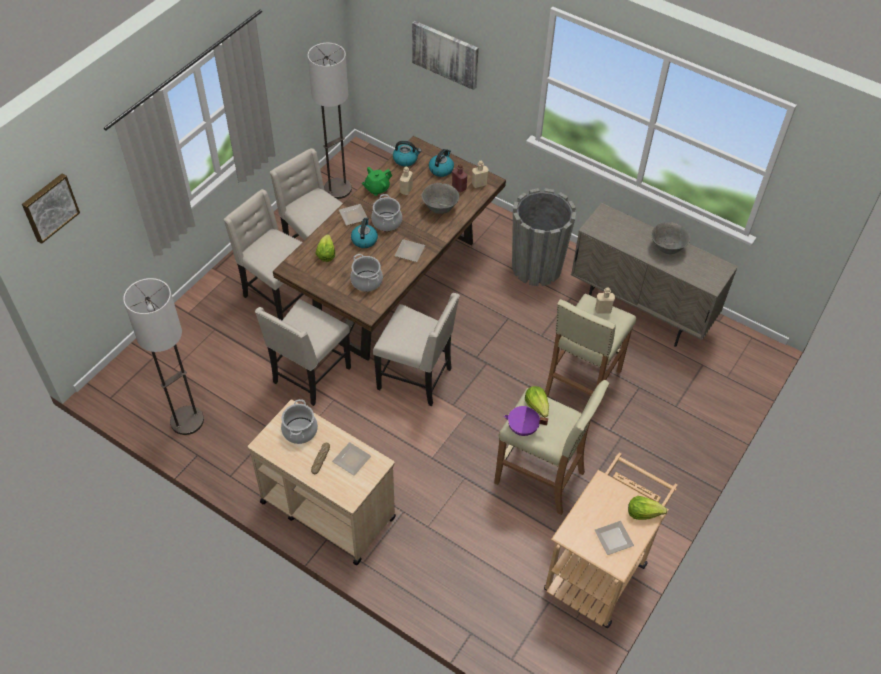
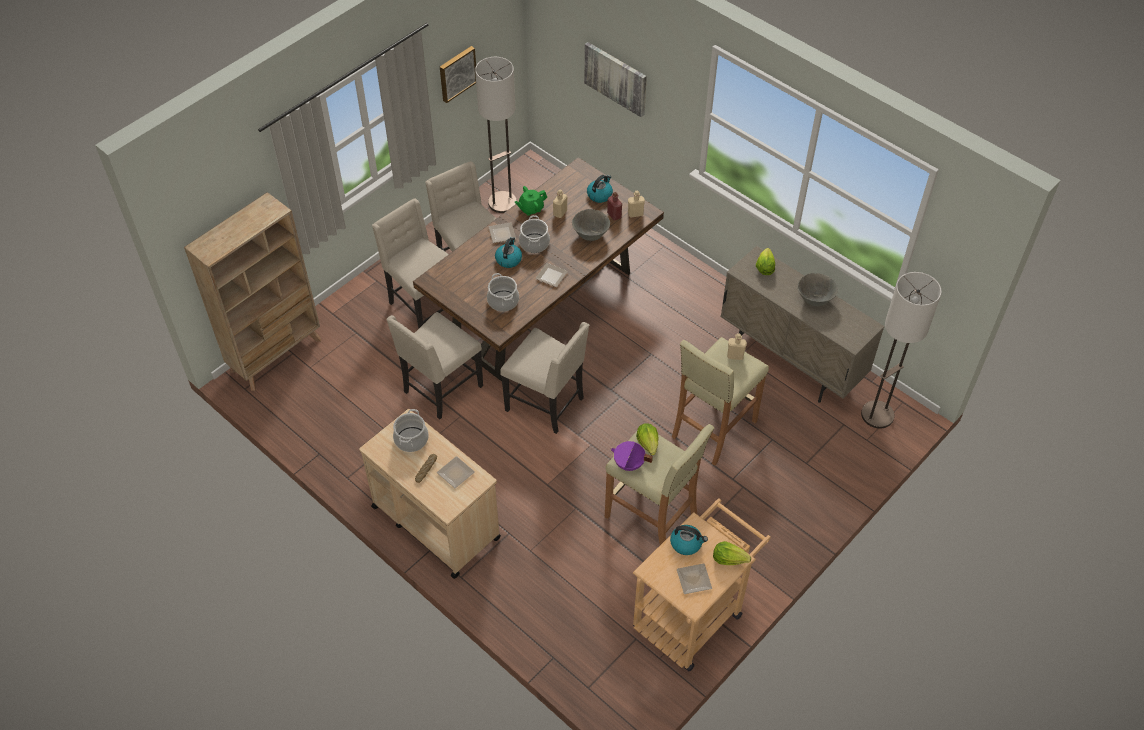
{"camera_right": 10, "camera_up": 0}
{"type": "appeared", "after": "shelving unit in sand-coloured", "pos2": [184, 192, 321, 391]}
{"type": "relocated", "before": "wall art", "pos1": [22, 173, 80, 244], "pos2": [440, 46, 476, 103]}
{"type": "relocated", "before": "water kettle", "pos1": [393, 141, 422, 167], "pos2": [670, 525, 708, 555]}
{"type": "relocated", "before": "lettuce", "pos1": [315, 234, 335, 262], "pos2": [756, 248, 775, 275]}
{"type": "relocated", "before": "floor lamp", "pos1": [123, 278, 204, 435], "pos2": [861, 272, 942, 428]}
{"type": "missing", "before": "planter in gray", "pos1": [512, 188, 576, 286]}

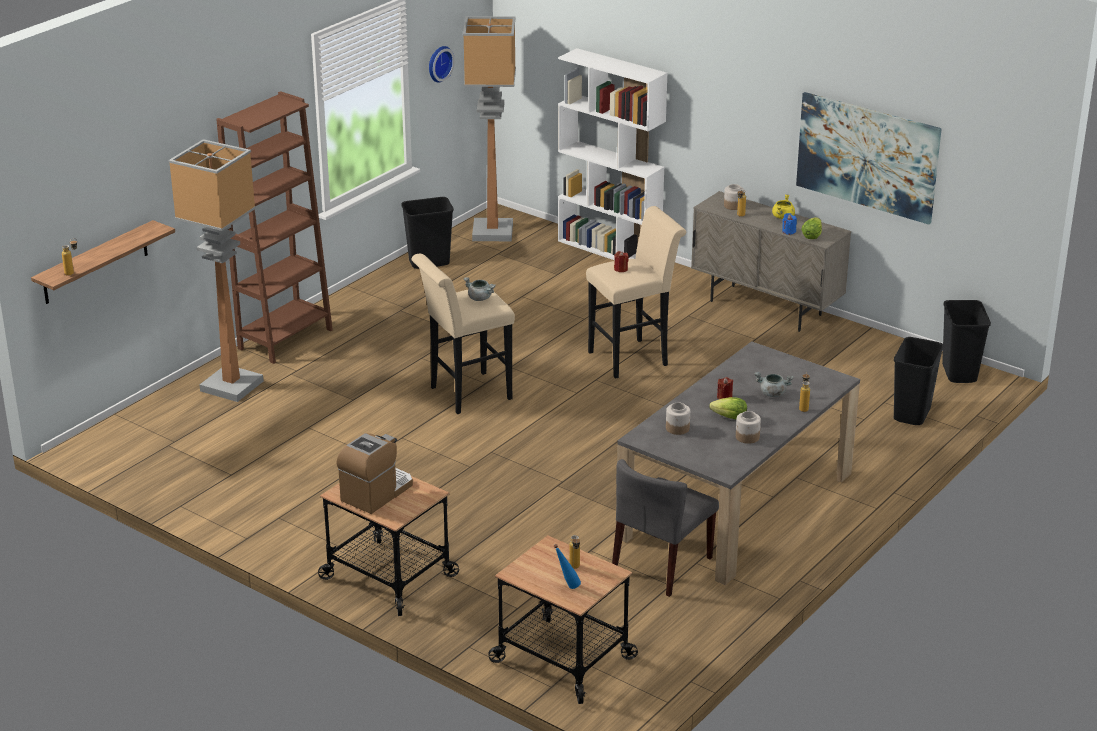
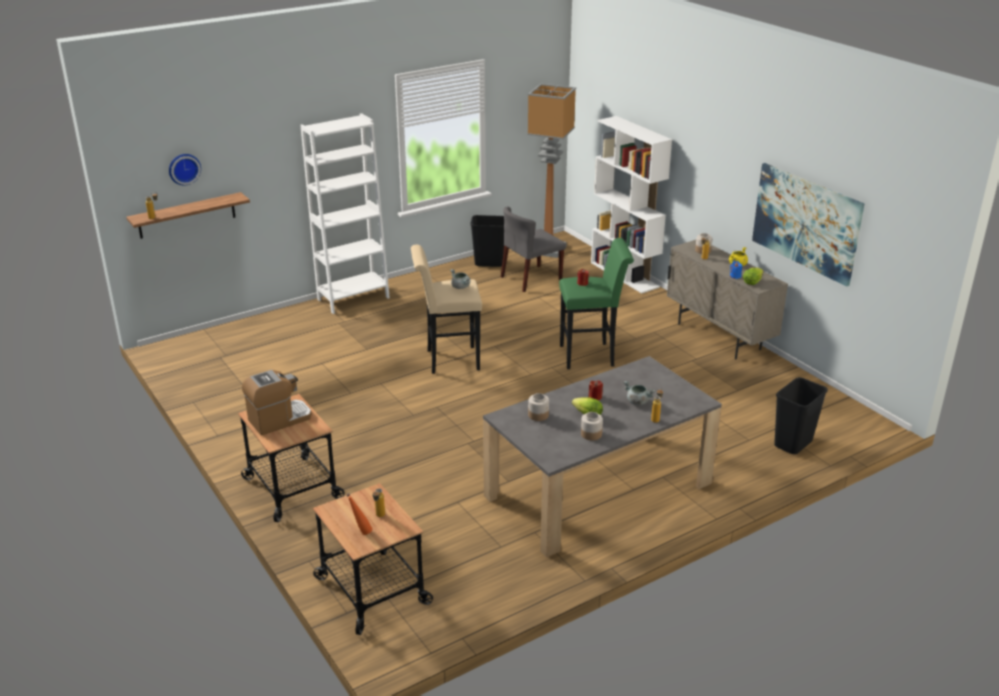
{"camera_right": 20, "camera_up": 0}
{"type": "relocated", "before": "clock on the wall", "pos1": [429, 46, 455, 83], "pos2": [169, 154, 201, 186]}
{"type": "colour", "before": "shelving unit in brown-coloured", "after": "shelving unit in white-coloured", "pos1": [216, 91, 333, 364], "pos2": [301, 113, 390, 314]}
{"type": "colour", "before": "bottle in blue", "after": "bottle in orange-coloured", "pos1": [554, 544, 581, 589], "pos2": [347, 493, 373, 535]}
{"type": "relocated", "before": "chair in gray", "pos1": [612, 459, 719, 597], "pos2": [501, 206, 566, 292]}
{"type": "colour", "before": "stool in sand-coloured", "after": "stool in greenish", "pos1": [586, 206, 686, 379], "pos2": [559, 238, 634, 369]}
{"type": "missing", "before": "floor lamp", "pos1": [168, 139, 264, 402]}
{"type": "missing", "before": "trash can in black-coloured", "pos1": [942, 300, 991, 383]}

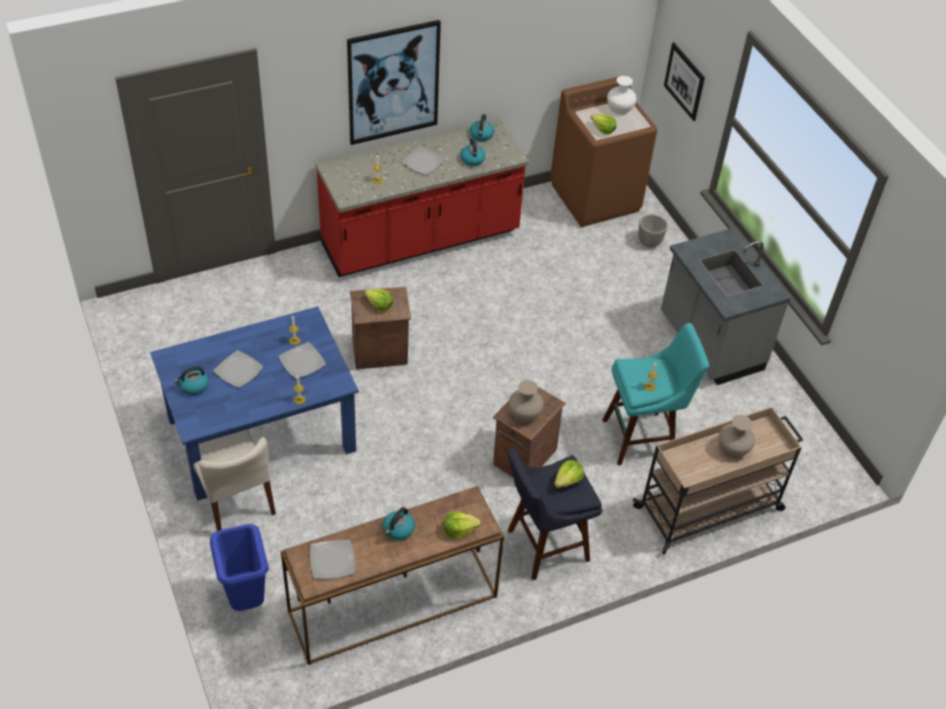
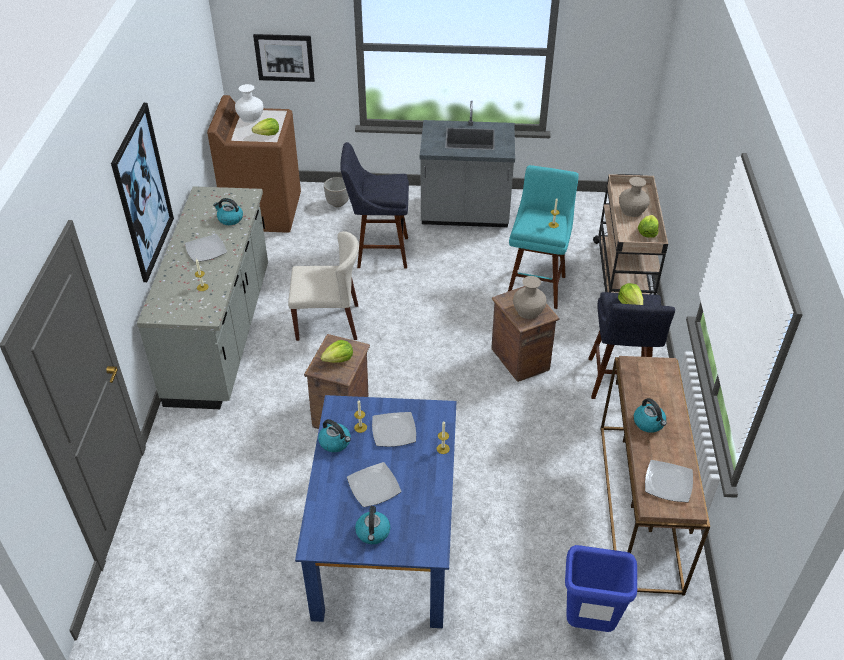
{"camera_right": -60, "camera_up": -5}
{"type": "colour", "before": "kitchen counter in red-coloured", "after": "kitchen counter in gray", "pos1": [315, 119, 529, 277], "pos2": [137, 186, 268, 409]}
{"type": "relocated", "before": "chair in sand-coloured", "pos1": [185, 429, 276, 531], "pos2": [288, 231, 359, 341]}
{"type": "relocated", "before": "water kettle", "pos1": [470, 114, 494, 141], "pos2": [318, 419, 351, 452]}
{"type": "appeared", "after": "stool in blue", "pos2": [340, 142, 409, 268]}
{"type": "relocated", "before": "lettuce", "pos1": [444, 512, 481, 539], "pos2": [638, 215, 659, 238]}

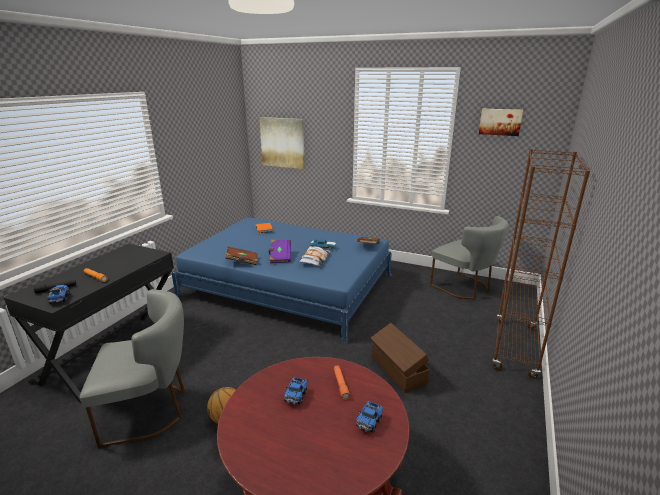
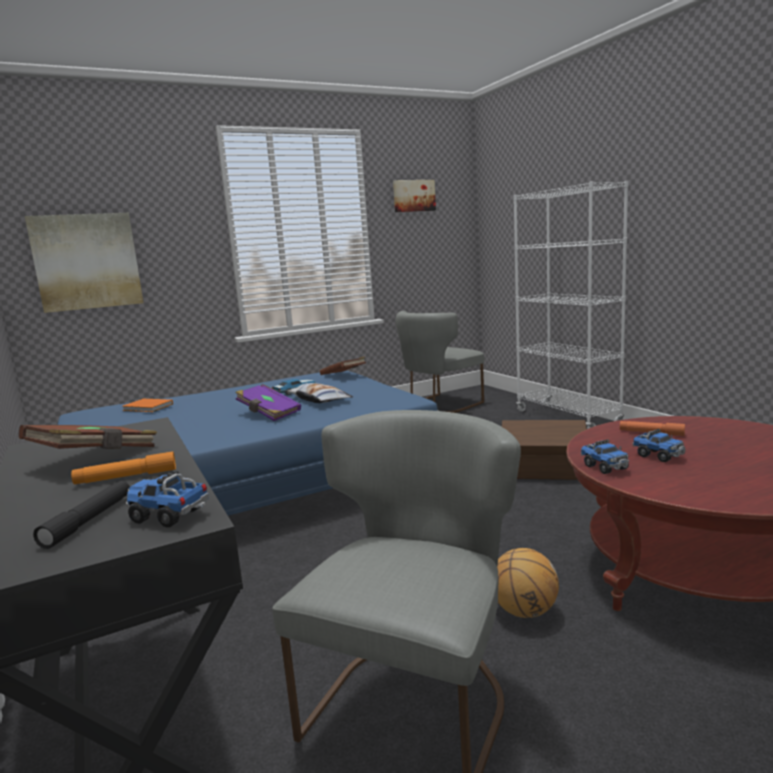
{"camera_right": -50, "camera_up": -10}
{"type": "relocated", "before": "bound book in brown-coloured", "pos1": [225, 247, 258, 265], "pos2": [19, 425, 157, 449]}
{"type": "spun", "before": "chair in gray", "pos1": [430, 216, 509, 300], "pos2": [396, 311, 484, 413], "turn": 135}
{"type": "colour", "before": "shelving unit in brown-coloured", "after": "shelving unit in white-coloured", "pos1": [492, 149, 590, 379], "pos2": [513, 181, 628, 429]}
{"type": "relocated", "before": "toy lorry", "pos1": [356, 401, 383, 433], "pos2": [581, 439, 629, 474]}

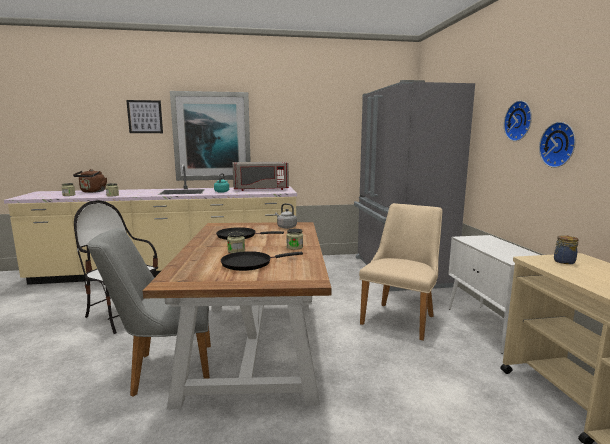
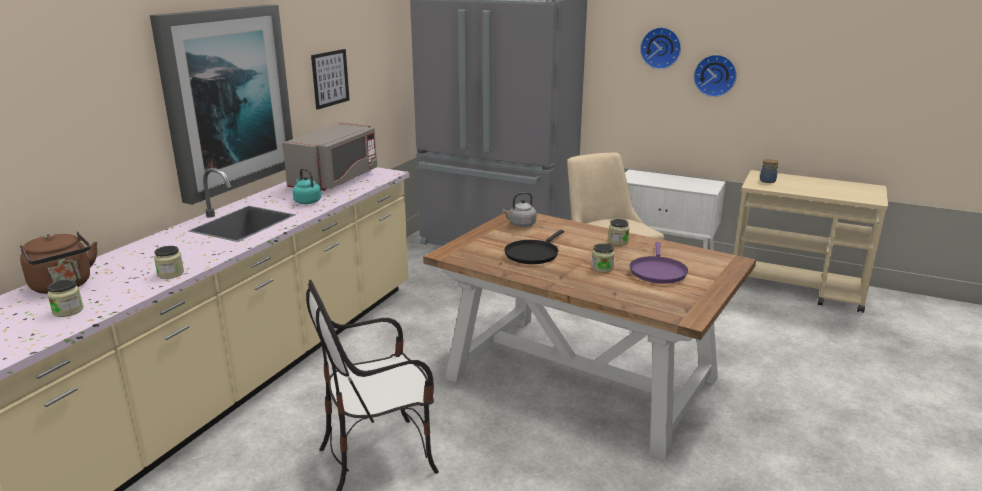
{"camera_right": -55, "camera_up": 10}
{"type": "relocated", "before": "wall art", "pos1": [126, 100, 163, 133], "pos2": [311, 49, 350, 110]}
{"type": "colour", "before": "skillet in black-coloured", "after": "skillet in purple-coloured", "pos1": [221, 251, 303, 271], "pos2": [630, 242, 688, 284]}
{"type": "missing", "before": "chair in gray", "pos1": [87, 228, 211, 397]}

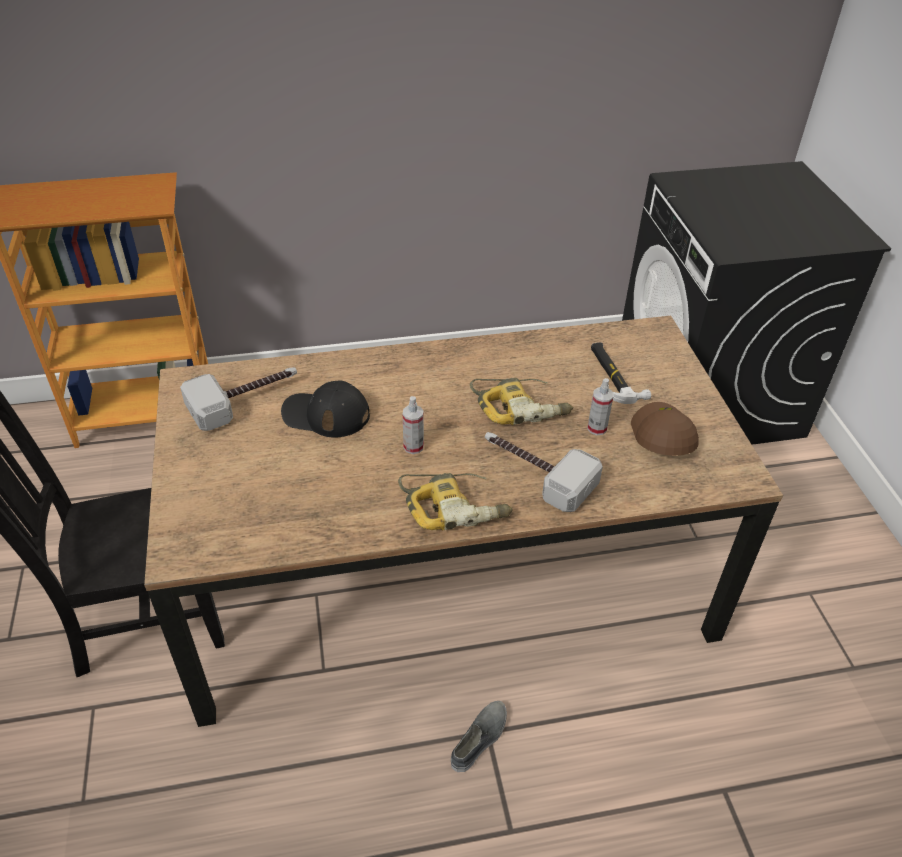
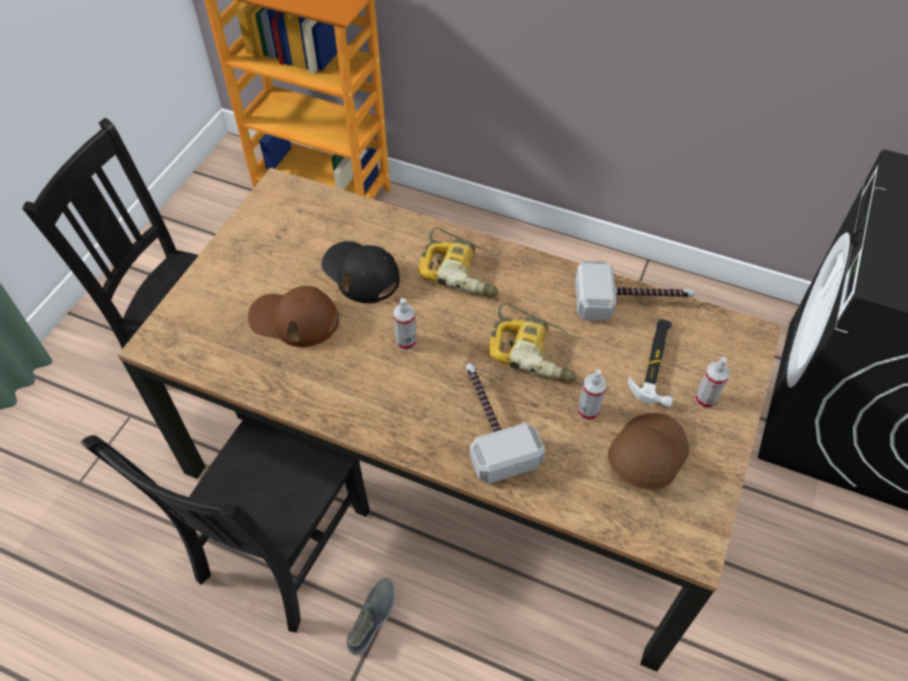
{"camera_right": 35, "camera_up": 10}
{"type": "appeared", "after": "chair in black-coloured", "pos2": [81, 416, 370, 633]}
{"type": "appeared", "after": "peaked cap in brown-coloured", "pos2": [248, 285, 339, 347]}
{"type": "spun", "before": "low shoe in gray", "pos1": [451, 701, 507, 772], "pos2": [347, 577, 396, 655], "turn": -45}
{"type": "relocated", "before": "electric drill", "pos1": [398, 473, 513, 530], "pos2": [419, 227, 499, 297]}
{"type": "relocated", "before": "tool hammer", "pos1": [180, 367, 297, 431], "pos2": [575, 261, 695, 321]}
{"type": "appeared", "after": "sprayer", "pos2": [695, 357, 730, 409]}

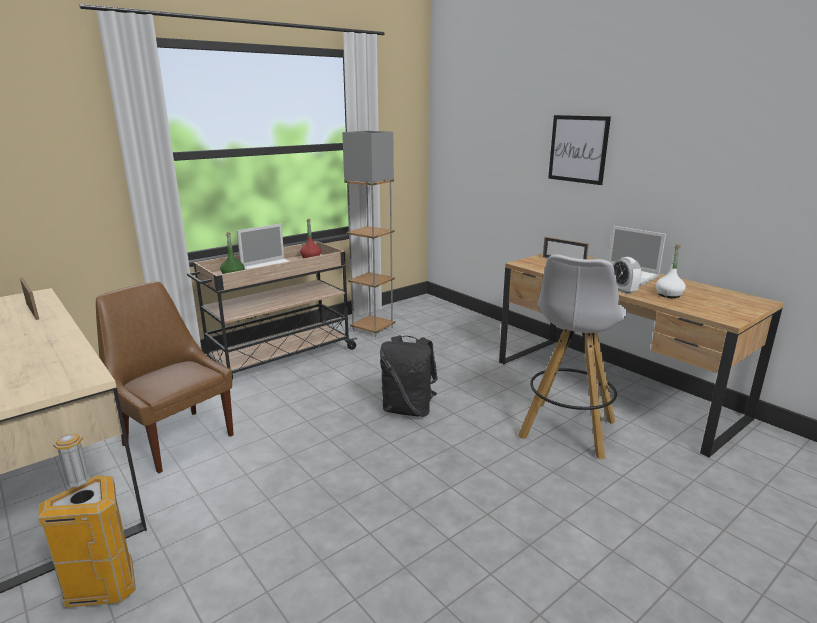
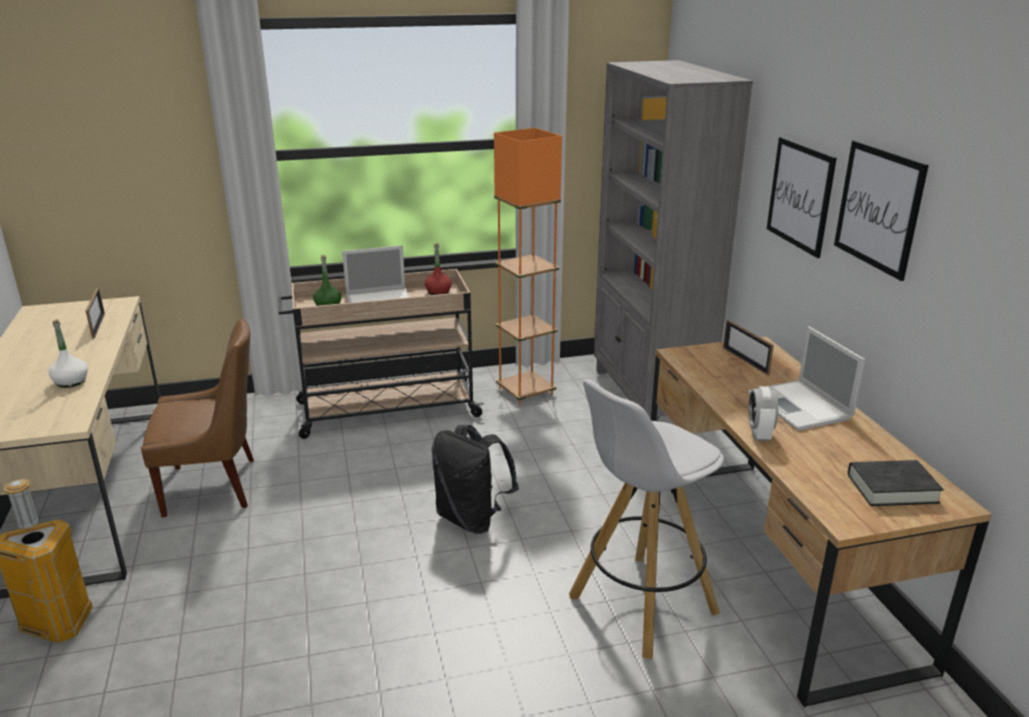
{"camera_right": 25, "camera_up": 5}
{"type": "relocated", "before": "bottle in white-coloured", "pos1": [656, 244, 686, 298], "pos2": [49, 320, 88, 388]}
{"type": "spun", "before": "chair in brown-coloured", "pos1": [96, 282, 234, 474], "pos2": [141, 318, 254, 517], "turn": 105}
{"type": "colour", "before": "floor lamp in gray", "after": "floor lamp in orange-coloured", "pos1": [342, 131, 395, 337], "pos2": [494, 128, 562, 405]}
{"type": "appeared", "after": "shelving unit in gray", "pos2": [594, 60, 753, 421]}
{"type": "appeared", "after": "wall art", "pos2": [834, 140, 929, 281]}
{"type": "appeared", "after": "bound book in black-coloured", "pos2": [848, 460, 944, 506]}

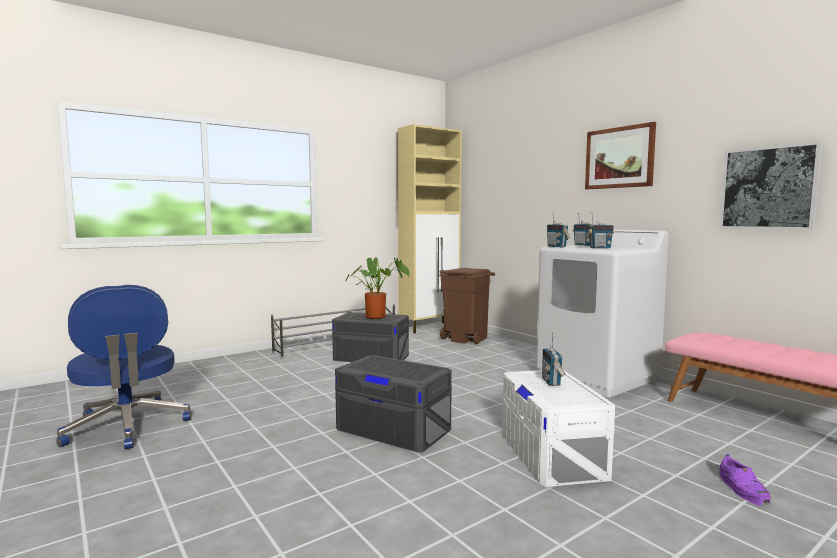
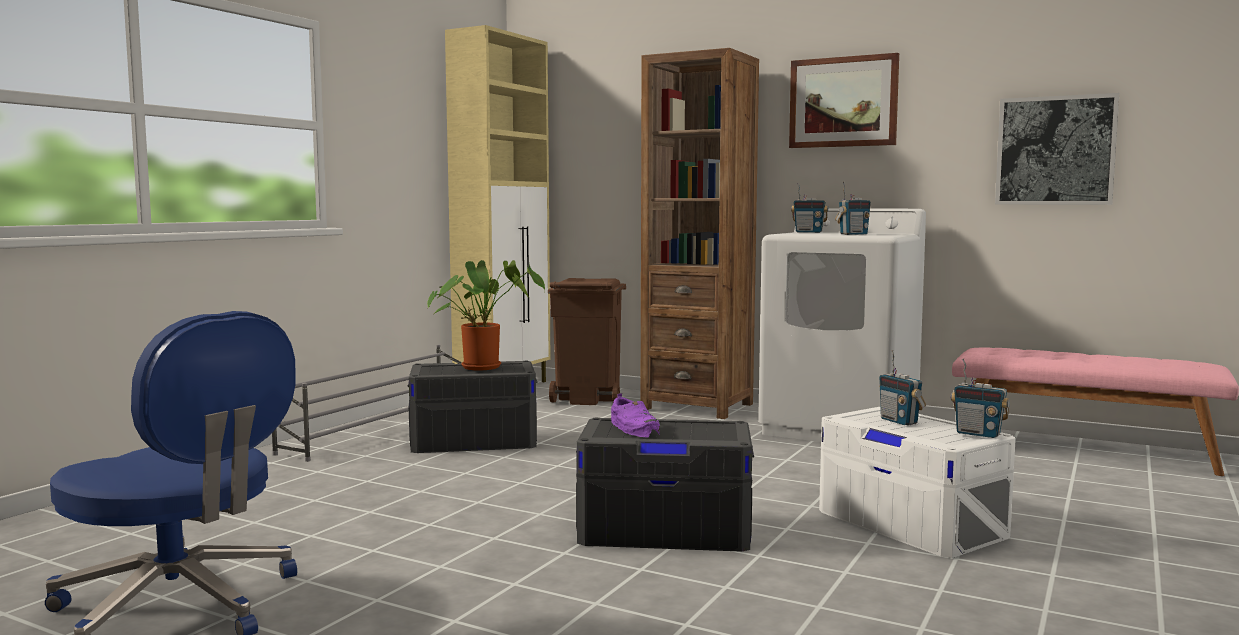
{"camera_right": -25, "camera_up": 0}
{"type": "relocated", "before": "low shoe in purple-coloured", "pos1": [719, 454, 770, 506], "pos2": [611, 393, 660, 437]}
{"type": "appeared", "after": "shelving unit in brown-coloured", "pos2": [641, 48, 759, 419]}
{"type": "relocated", "before": "radio", "pos1": [547, 213, 570, 247], "pos2": [951, 359, 1010, 438]}

